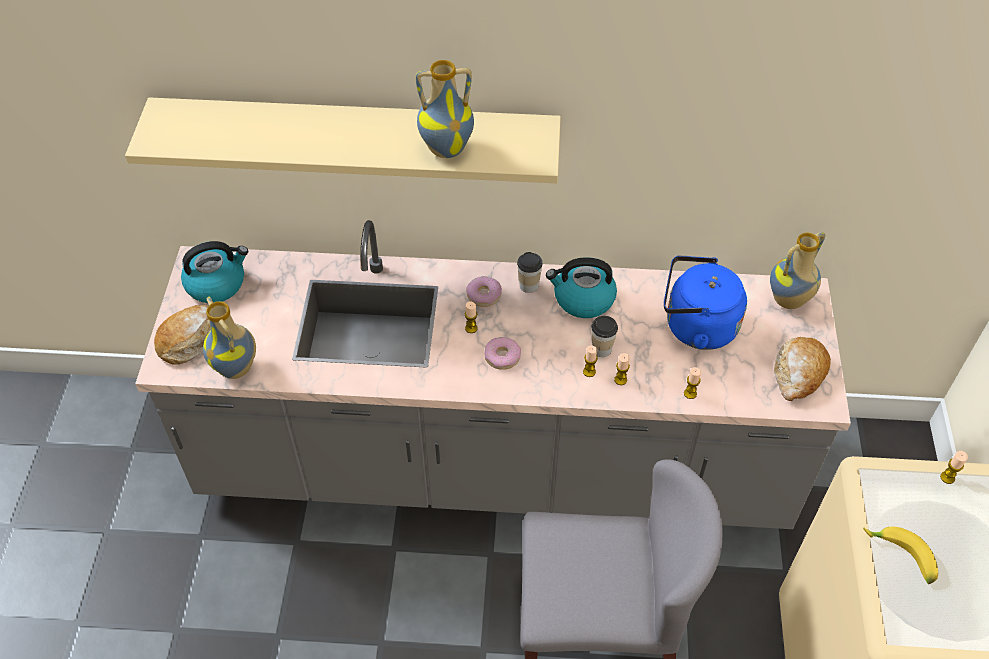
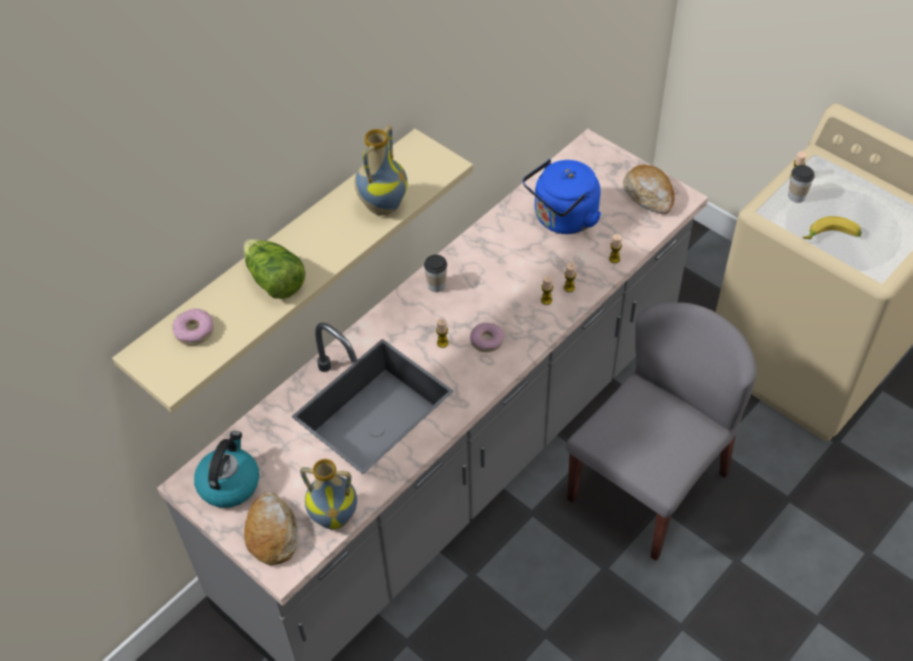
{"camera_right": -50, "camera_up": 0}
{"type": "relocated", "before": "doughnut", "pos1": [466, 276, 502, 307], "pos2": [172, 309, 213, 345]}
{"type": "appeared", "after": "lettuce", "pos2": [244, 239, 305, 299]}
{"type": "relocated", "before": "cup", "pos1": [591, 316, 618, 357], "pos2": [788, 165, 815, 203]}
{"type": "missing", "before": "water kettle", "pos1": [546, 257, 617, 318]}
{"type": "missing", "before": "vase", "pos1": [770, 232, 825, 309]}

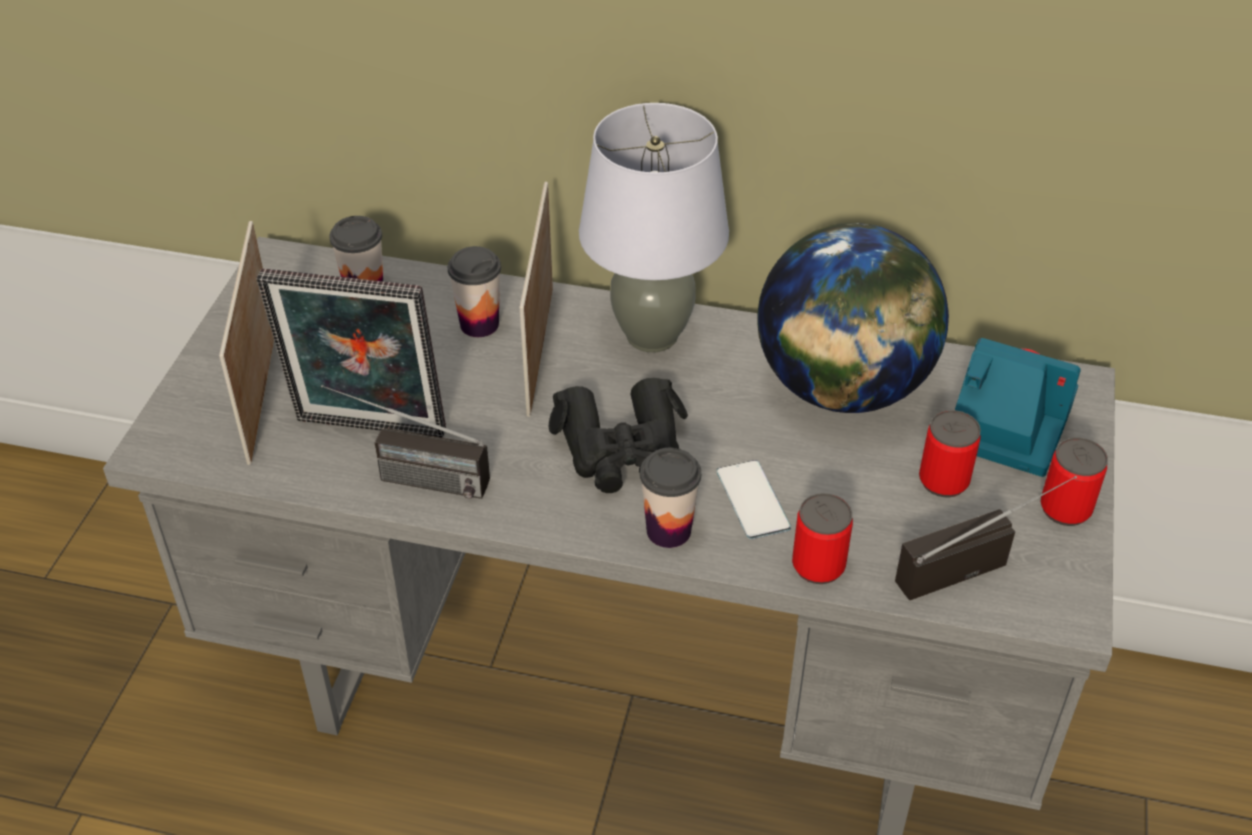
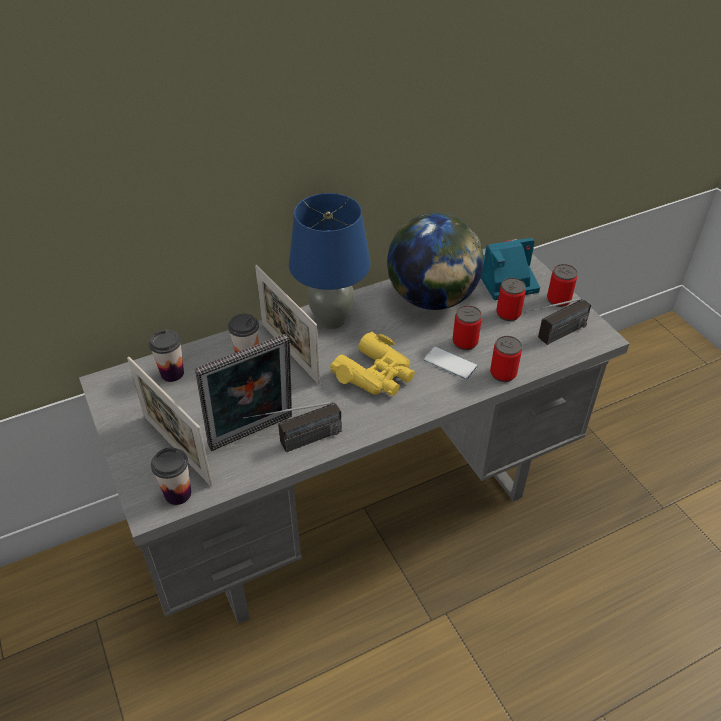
{"camera_right": -40, "camera_up": 0}
{"type": "relocated", "before": "cup", "pos1": [640, 448, 701, 548], "pos2": [151, 447, 191, 505]}
{"type": "colour", "before": "table lamp in gray", "after": "table lamp in blue", "pos1": [579, 103, 729, 352], "pos2": [289, 193, 371, 329]}
{"type": "colour", "before": "binoculars in black-coloured", "after": "binoculars in yellow", "pos1": [549, 378, 688, 493], "pos2": [330, 332, 415, 396]}
{"type": "appeared", "after": "sealed can", "pos2": [453, 305, 482, 350]}
{"type": "spun", "before": "radio", "pos1": [895, 476, 1077, 600], "pos2": [524, 298, 591, 345], "turn": -150}

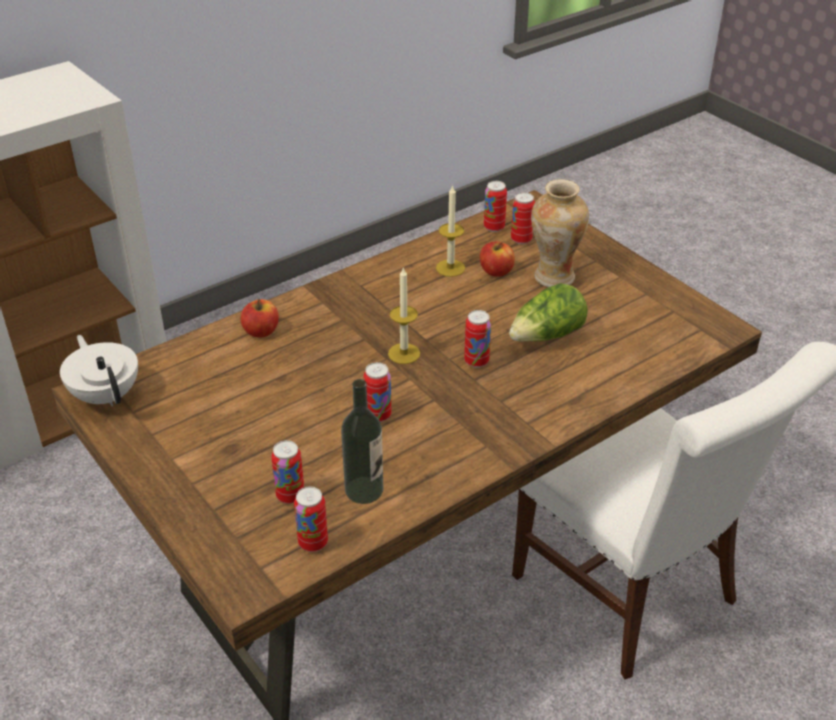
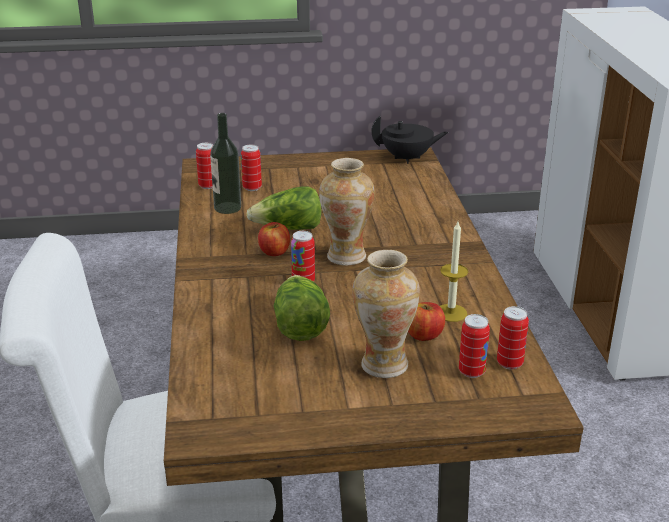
{"camera_right": 120, "camera_up": -10}
{"type": "exchanged", "before": "sealed can", "after": "lettuce", "pos1": [363, 362, 391, 422], "pos2": [246, 186, 322, 230]}
{"type": "relocated", "before": "apple", "pos1": [241, 299, 279, 337], "pos2": [258, 222, 290, 256]}
{"type": "exchanged", "before": "candle", "after": "vase", "pos1": [388, 267, 420, 364], "pos2": [319, 158, 375, 265]}
{"type": "colour", "before": "tea pot in white-coloured", "after": "tea pot in black-coloured", "pos1": [60, 335, 138, 406], "pos2": [371, 115, 448, 164]}

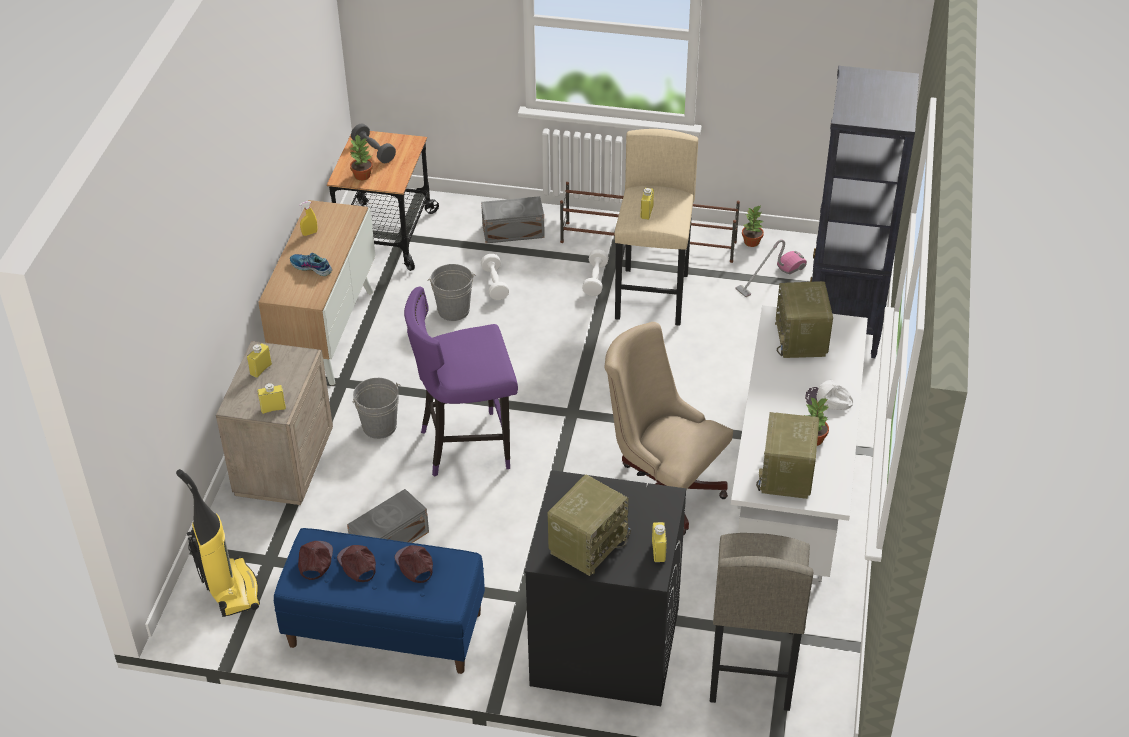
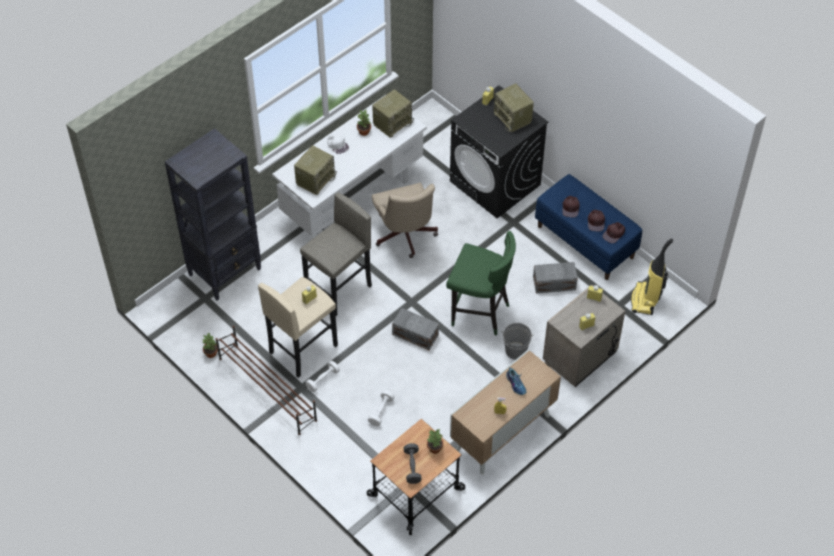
{"camera_right": -145, "camera_up": 10}
{"type": "relocated", "before": "stool in gray", "pos1": [710, 533, 814, 711], "pos2": [300, 193, 372, 316]}
{"type": "relocated", "before": "storage box in gray", "pos1": [481, 196, 545, 243], "pos2": [392, 308, 439, 350]}
{"type": "colour", "before": "stool in purple-coloured", "after": "stool in greenish", "pos1": [404, 287, 518, 477], "pos2": [446, 231, 516, 335]}
{"type": "spun", "before": "radio", "pos1": [547, 475, 631, 576], "pos2": [494, 83, 534, 133], "turn": -105}
{"type": "missing", "before": "bucket in gray", "pos1": [428, 264, 476, 321]}
{"type": "missing", "before": "hoover", "pos1": [736, 239, 807, 297]}

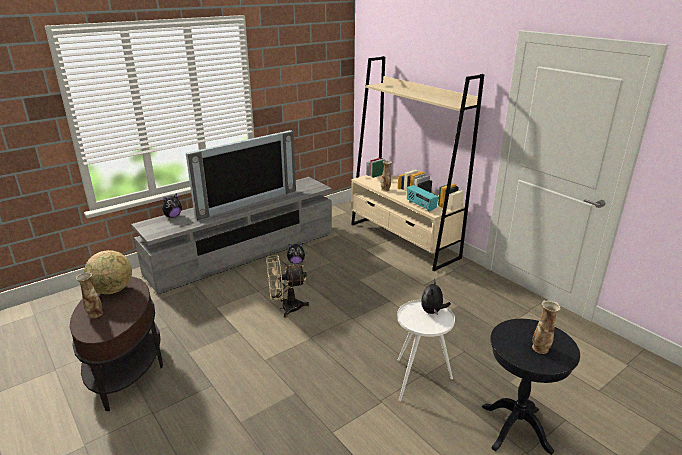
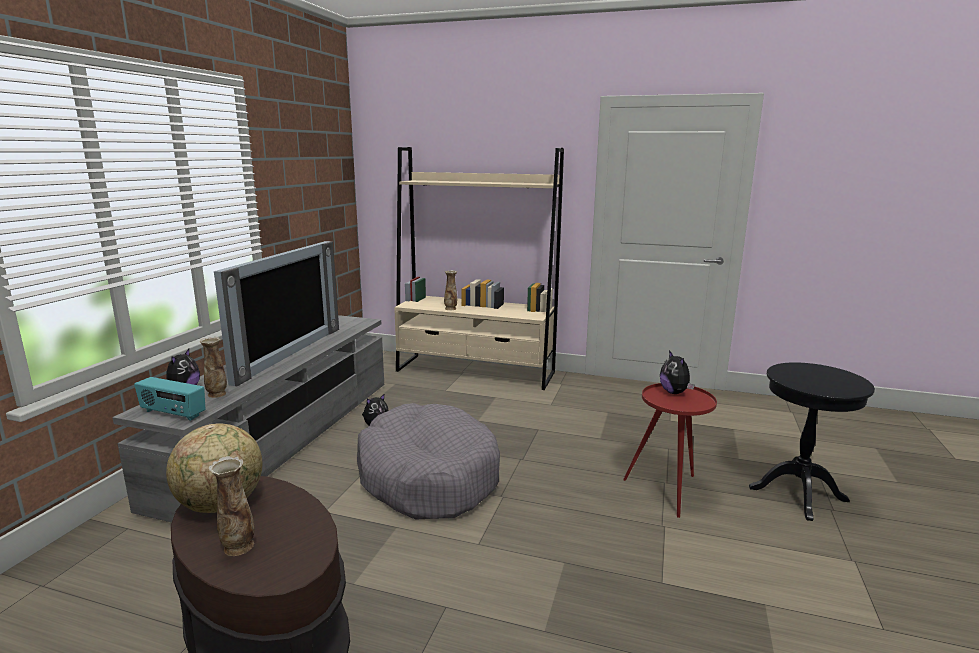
{"camera_right": -35, "camera_up": -10}
{"type": "relocated", "before": "radio", "pos1": [407, 185, 439, 212], "pos2": [134, 377, 205, 421]}
{"type": "relocated", "before": "vase", "pos1": [532, 300, 561, 354], "pos2": [200, 337, 227, 398]}
{"type": "exchanged", "before": "fan in sand-coloured", "after": "dog cushion in gray", "pos1": [266, 255, 309, 318], "pos2": [357, 403, 500, 520]}
{"type": "colour", "before": "accent table in white-coloured", "after": "accent table in red-coloured", "pos1": [397, 300, 455, 401], "pos2": [623, 383, 717, 518]}

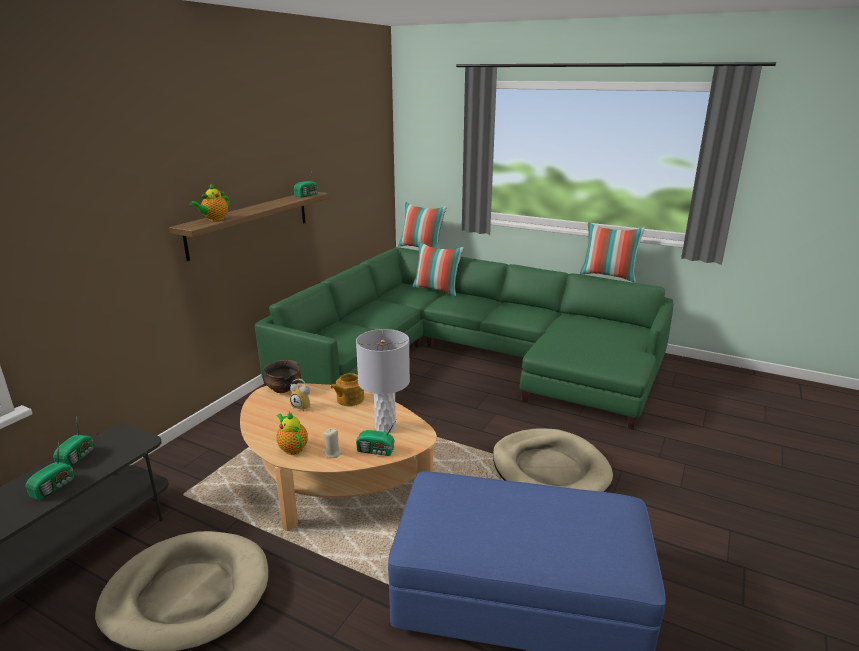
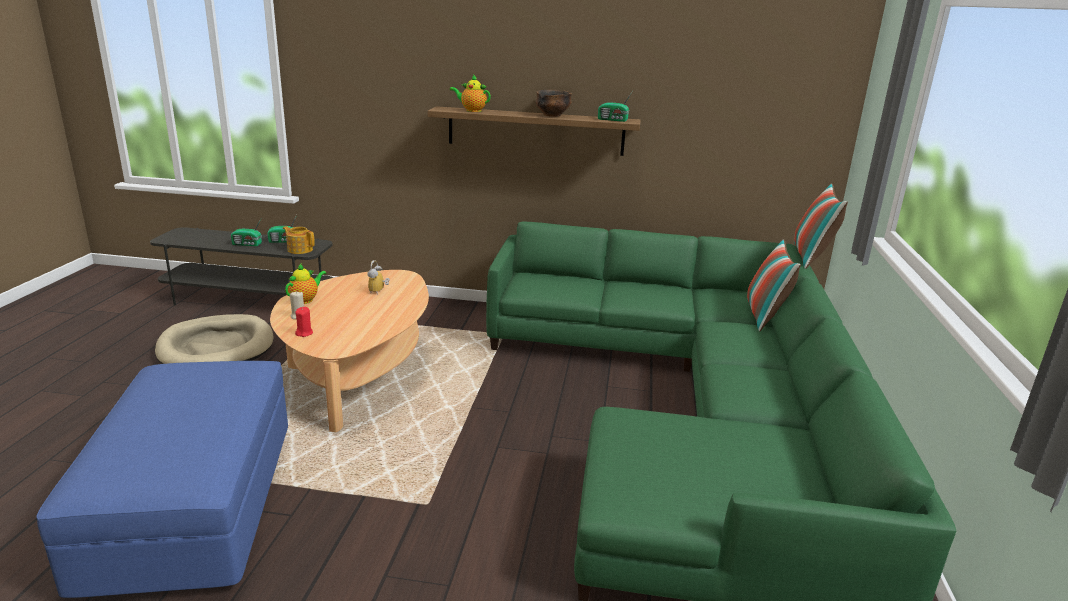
{"camera_right": 70, "camera_up": 0}
{"type": "relocated", "before": "tea pot", "pos1": [330, 373, 364, 406], "pos2": [283, 226, 315, 254]}
{"type": "exchanged", "before": "radio", "after": "candle in red-coloured", "pos1": [356, 420, 396, 456], "pos2": [295, 307, 313, 337]}
{"type": "relocated", "before": "deep dish", "pos1": [263, 360, 301, 393], "pos2": [535, 90, 572, 117]}
{"type": "missing", "before": "table lamp in gray", "pos1": [356, 329, 410, 433]}
{"type": "missing", "before": "dog cushion in sand-coloured", "pos1": [493, 428, 613, 492]}
{"type": "missing", "before": "pillow", "pos1": [580, 223, 645, 282]}

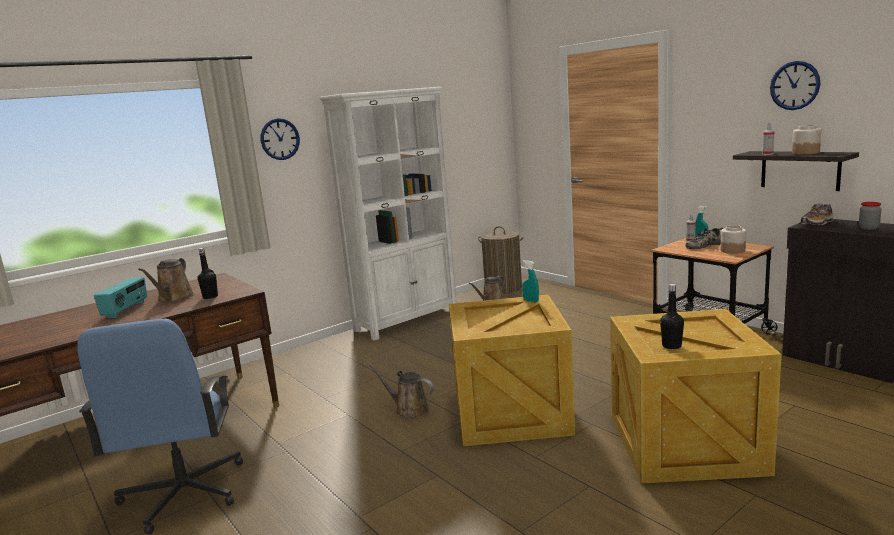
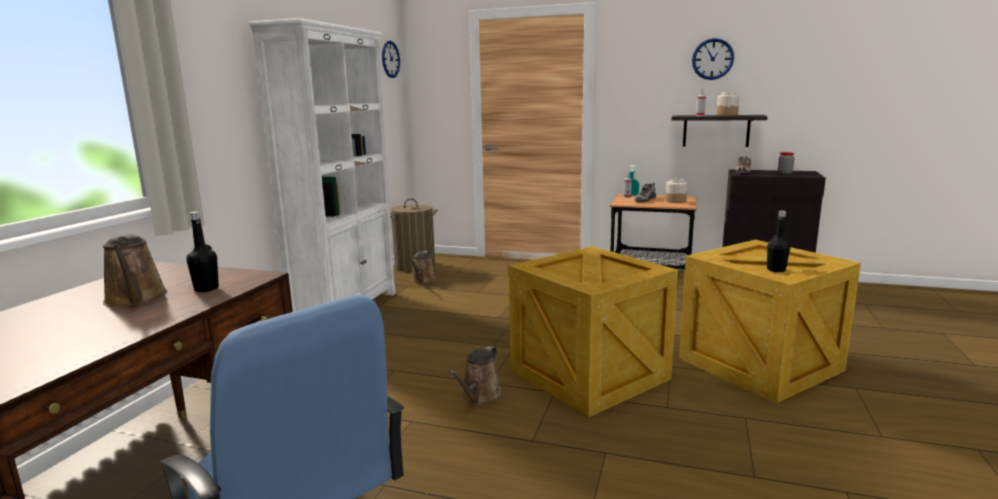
{"camera_right": -35, "camera_up": 0}
{"type": "relocated", "before": "clock on the wall", "pos1": [261, 118, 300, 160], "pos2": [382, 41, 400, 78]}
{"type": "spun", "before": "watering pot in brown-coloured", "pos1": [368, 363, 434, 419], "pos2": [449, 346, 503, 405], "turn": -60}
{"type": "missing", "before": "radio", "pos1": [94, 277, 147, 318]}
{"type": "missing", "before": "sprayer in turquoise-coloured", "pos1": [522, 260, 539, 302]}

